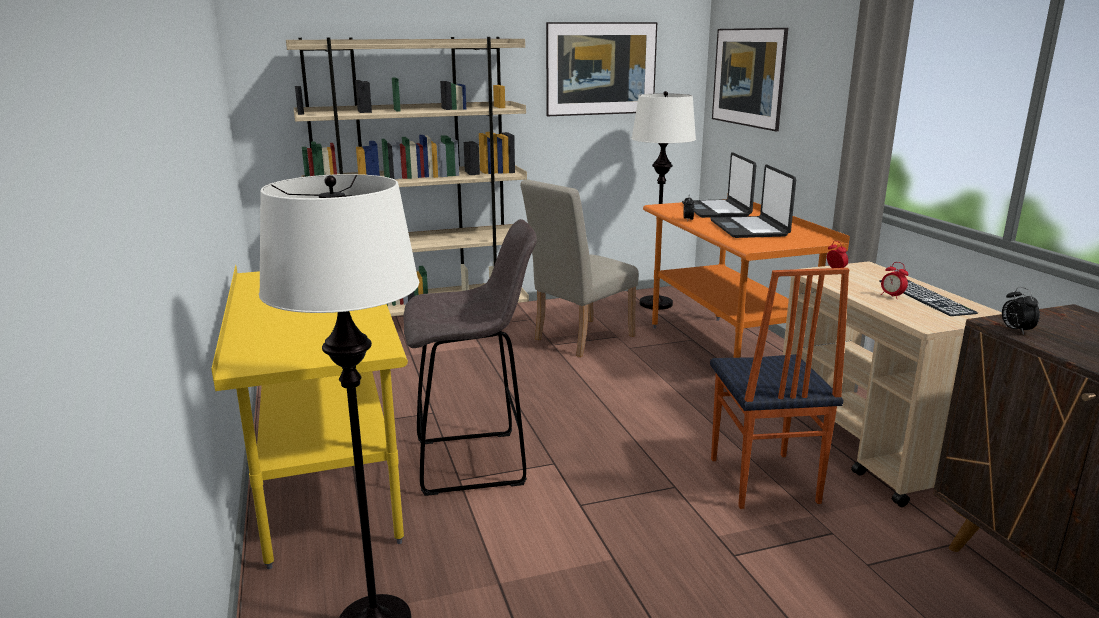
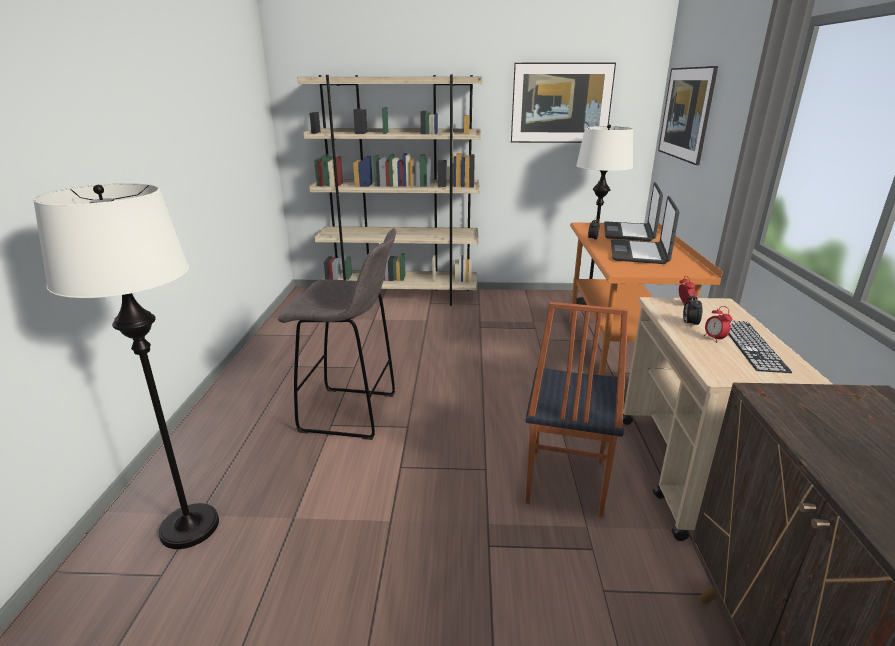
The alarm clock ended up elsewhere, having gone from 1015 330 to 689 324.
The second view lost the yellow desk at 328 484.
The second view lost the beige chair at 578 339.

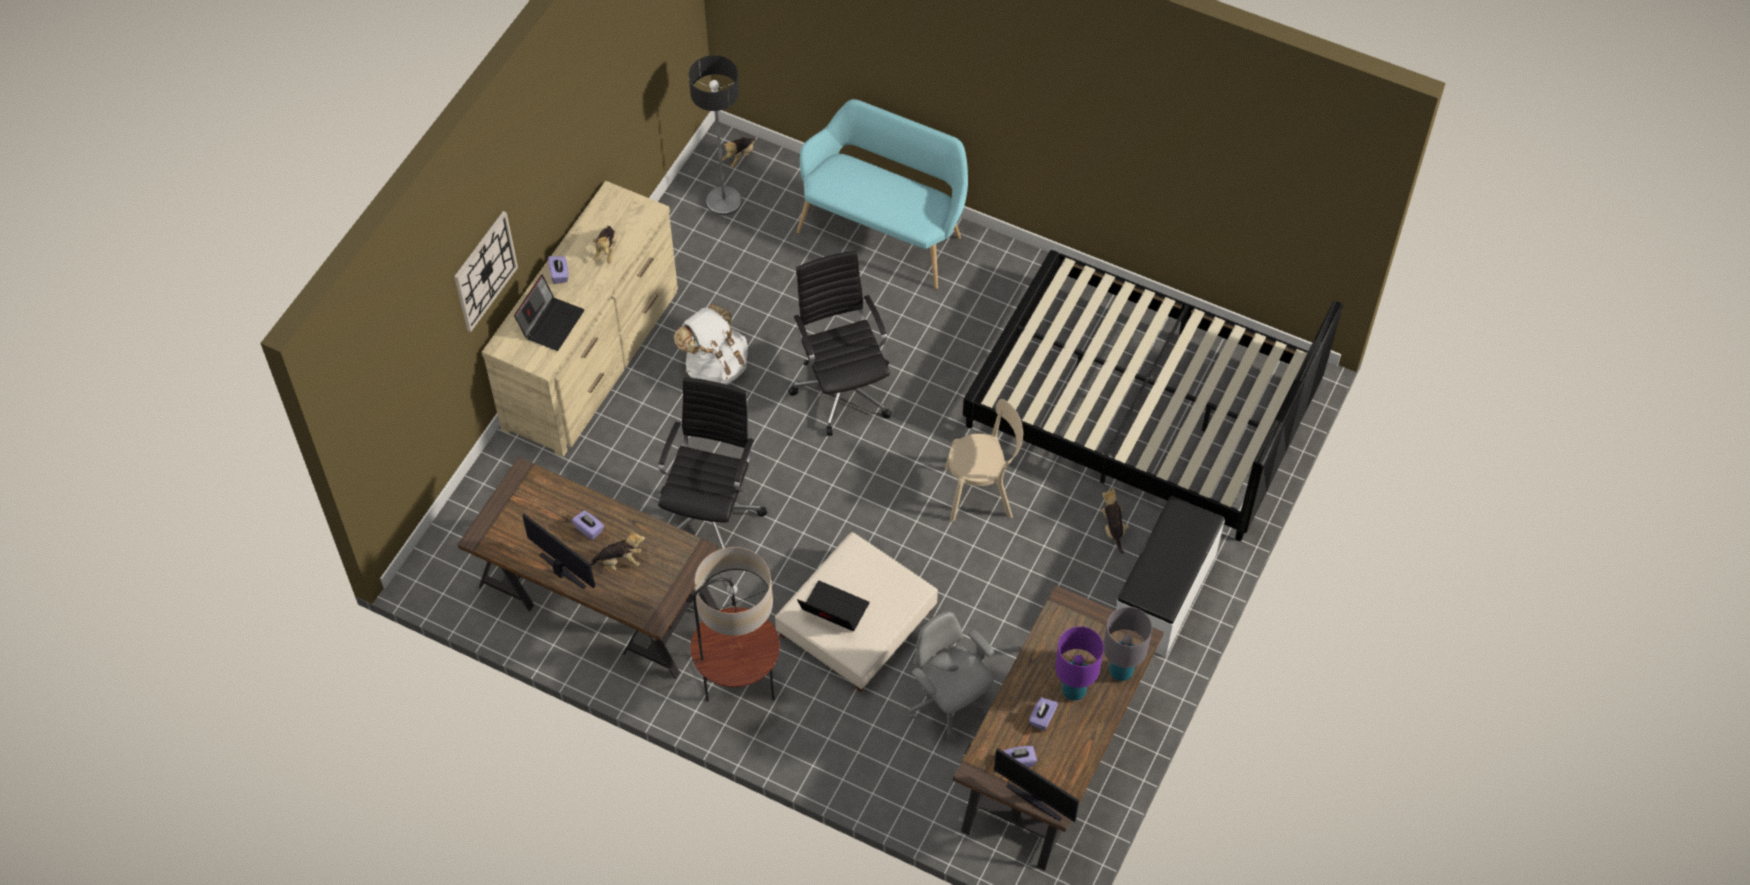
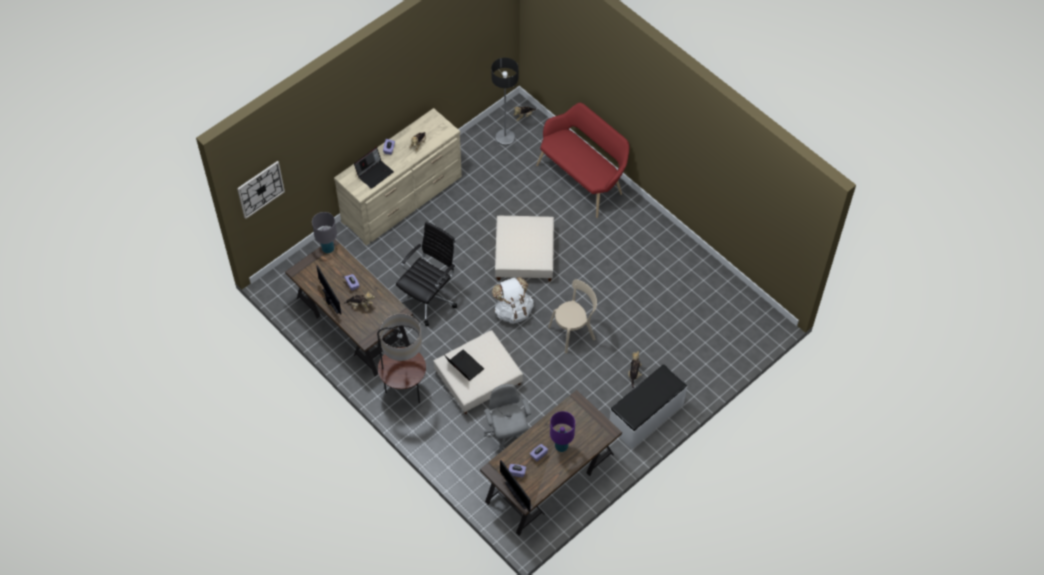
The wall clock ended up elsewhere, having gone from 485 271 to 260 189.
The grey table lamp ended up elsewhere, having gone from 1120 671 to 328 249.
The white backpack ended up elsewhere, having gone from 715 366 to 513 311.
Where the black office chair stood at 843 388, the beige ottoman came to stand at 524 255.
What was the turquoise bench at 885 231 turned into the red bench at 583 179.
The beige chair at 982 492 ended up facing another way, 45 degrees counterclockwise from before.
The second view lost the black bed at 1141 409.

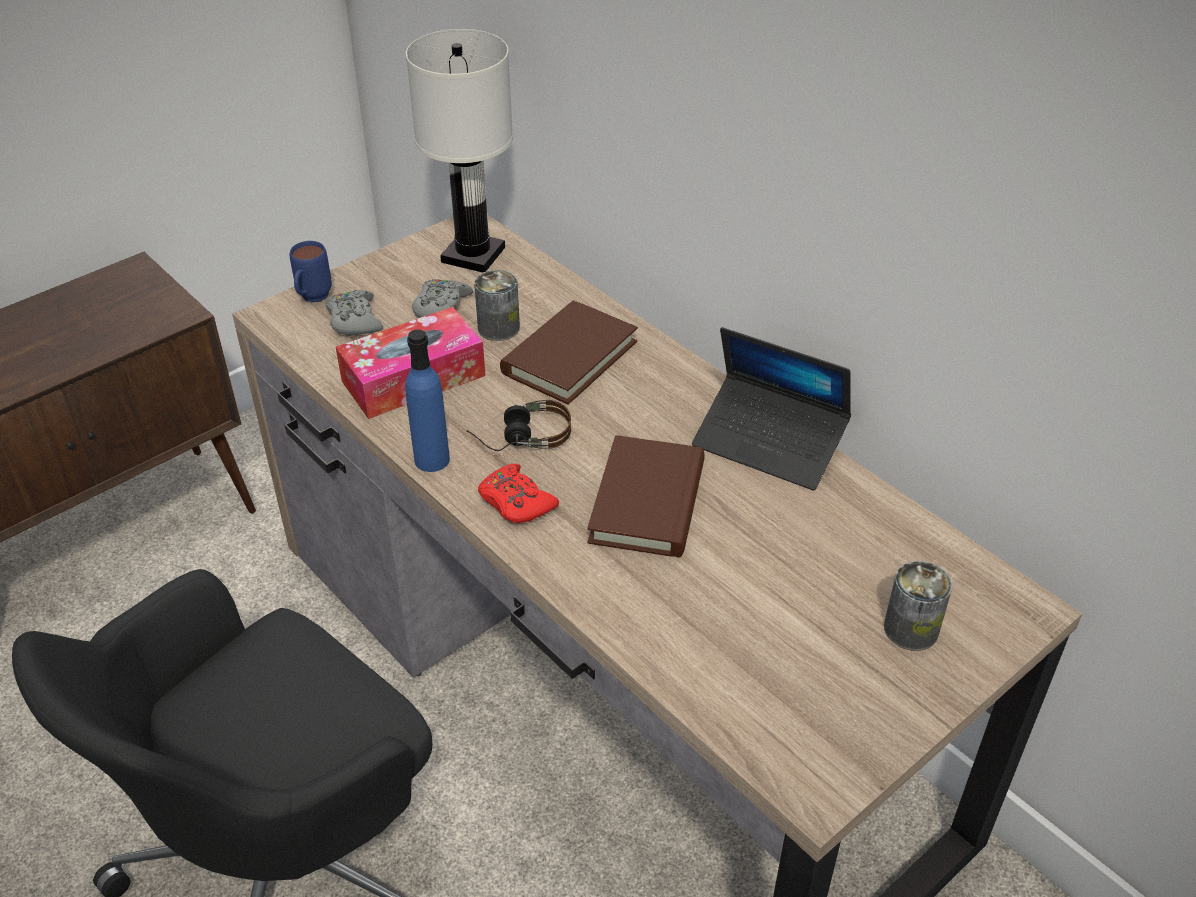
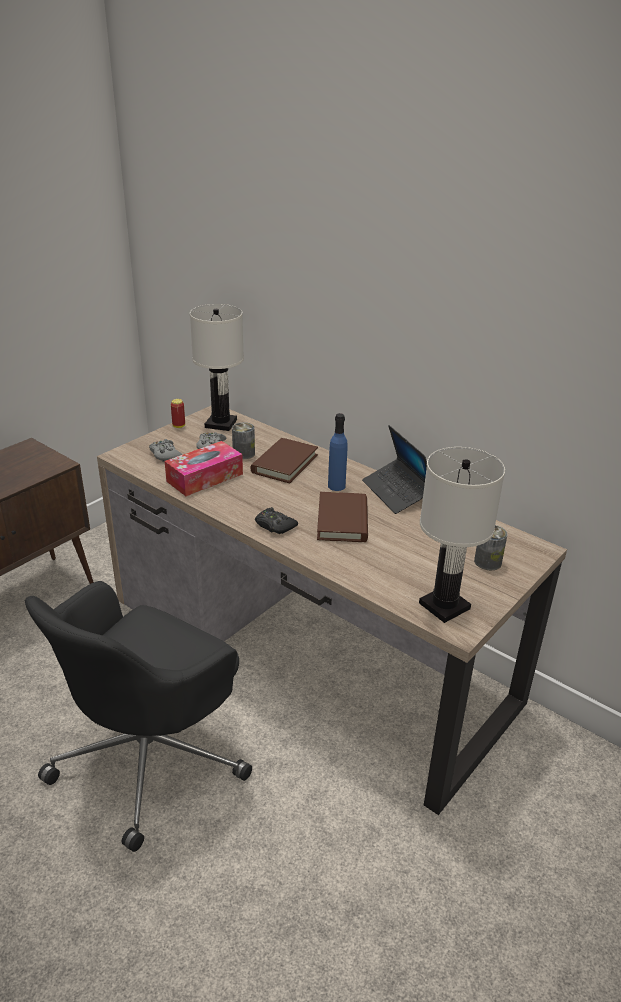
The second view gained the can at 179 426.
What was the red game controller at 516 502 turned into the black game controller at 274 525.
The blue bottle ended up elsewhere, having gone from 432 459 to 336 486.
The laptop at 769 443 ended up facing another way, 45 degrees clockwise from before.
The second view gained the white table lamp at 443 606.
The second view lost the blue mug at 312 299.
The second view lost the headphones at 520 438.

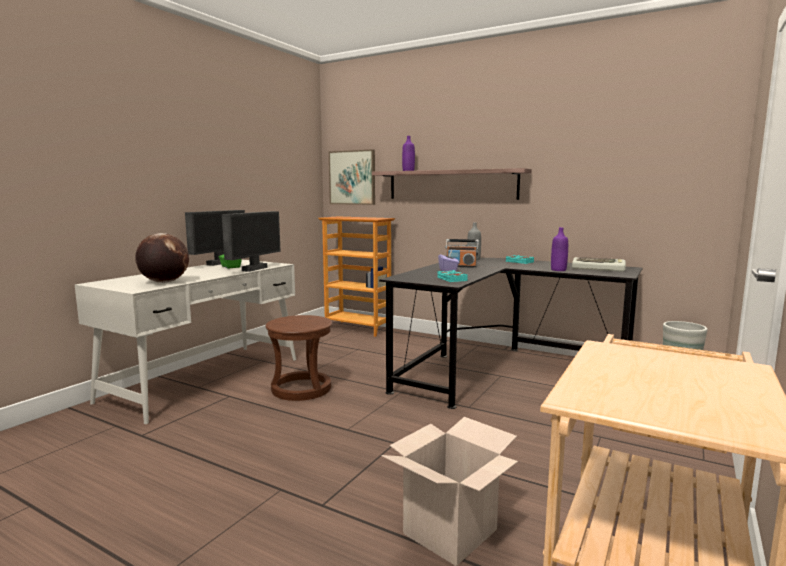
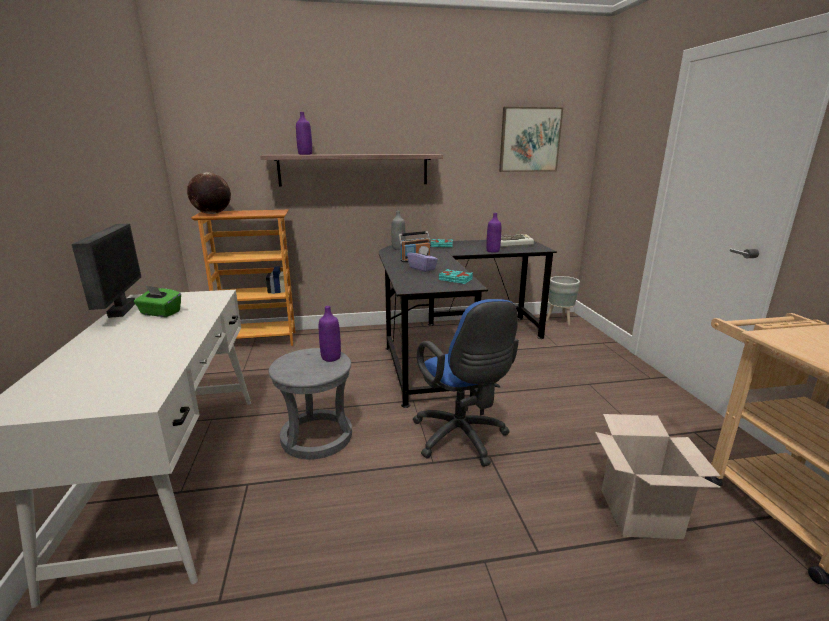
The globe ended up elsewhere, having gone from 164 282 to 212 213.
What was the brown stool at 301 389 turned into the grey stool at 317 437.
The second view gained the purple bottle at 331 357.
The second view gained the blue office chair at 462 439.
The picture ended up elsewhere, having gone from 352 177 to 529 140.
The second view lost the monitor at 254 269.

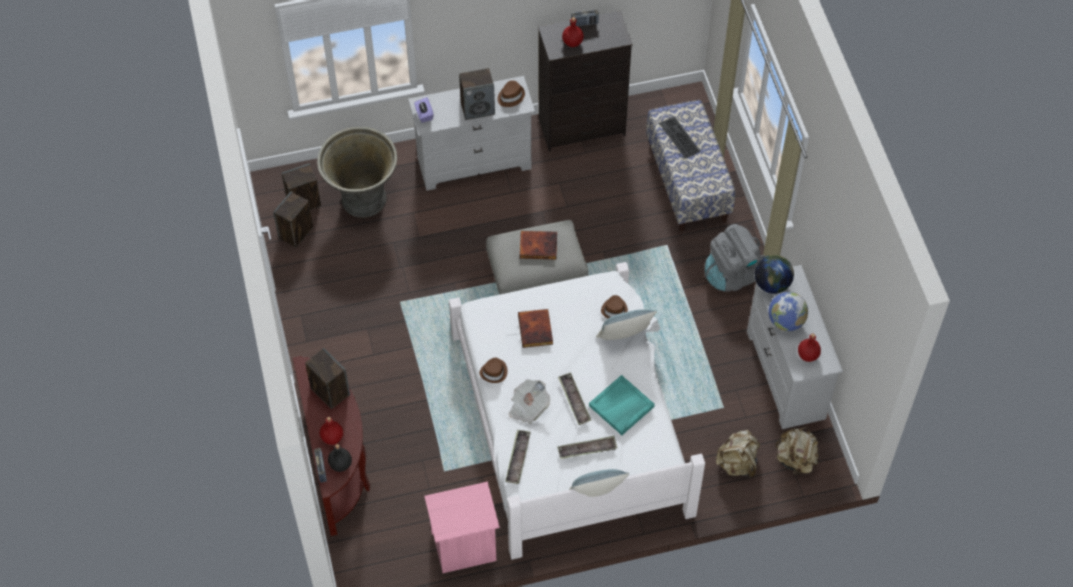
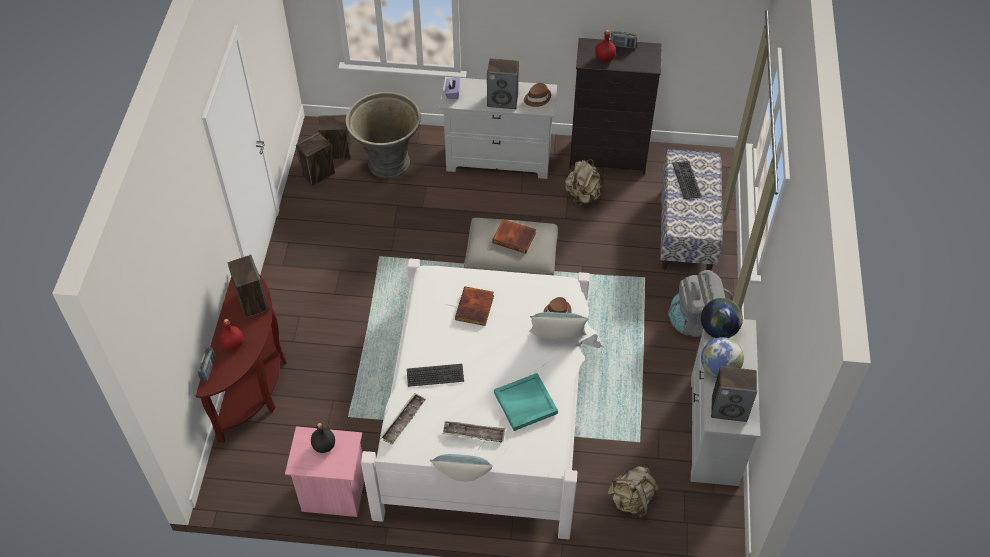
The black bottle ended up elsewhere, having gone from 341 464 to 324 446.
Where the newspaper stood at 528 407, the keyboard came to stand at 435 376.
The beige backpack ended up elsewhere, having gone from 795 460 to 583 196.
Where the red bottle stood at 808 355, the speaker came to stand at 729 408.
The second view lost the brown hat at 494 372.
The second view lost the tray at 574 400.

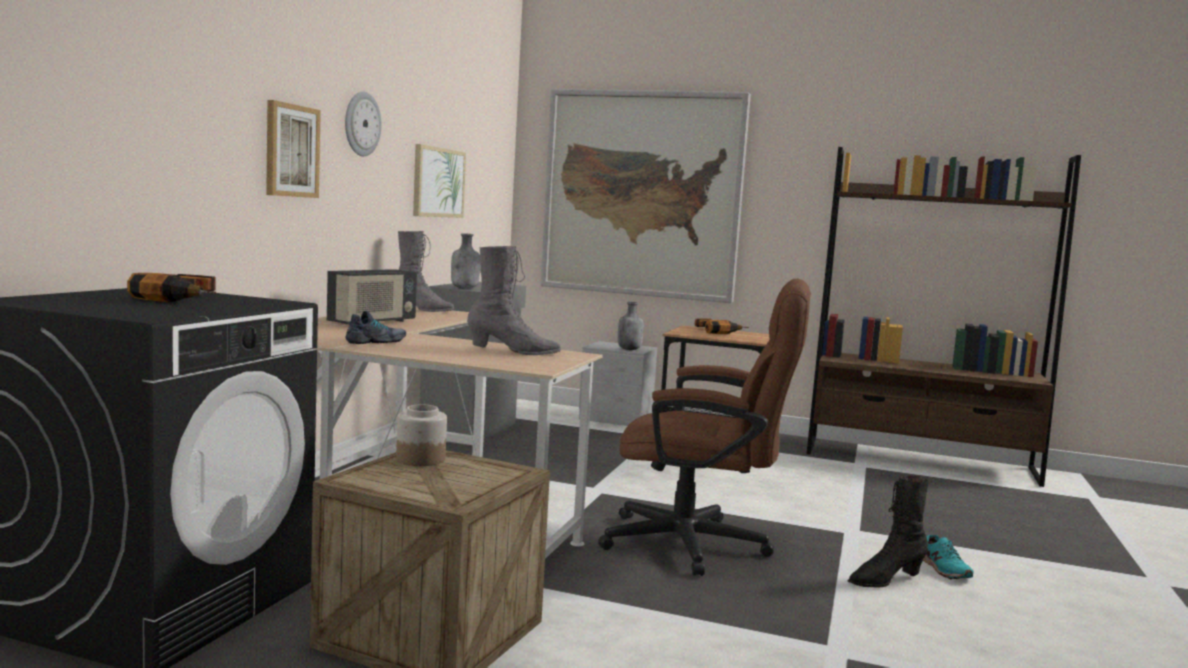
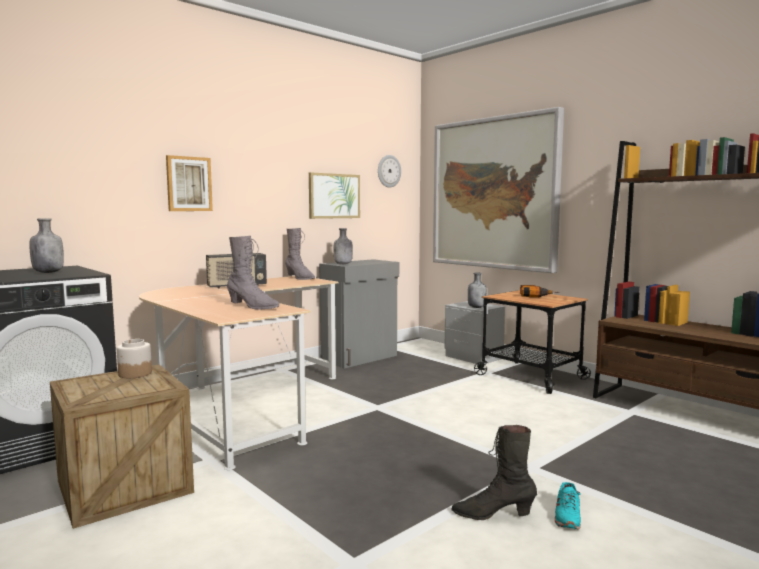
Where the power drill stood at 186 299, the grey bottle came to stand at 48 272.
The wall clock ended up elsewhere, having gone from 361 124 to 388 171.
The second view lost the shoe at 377 341.
The second view lost the brown office chair at 701 545.

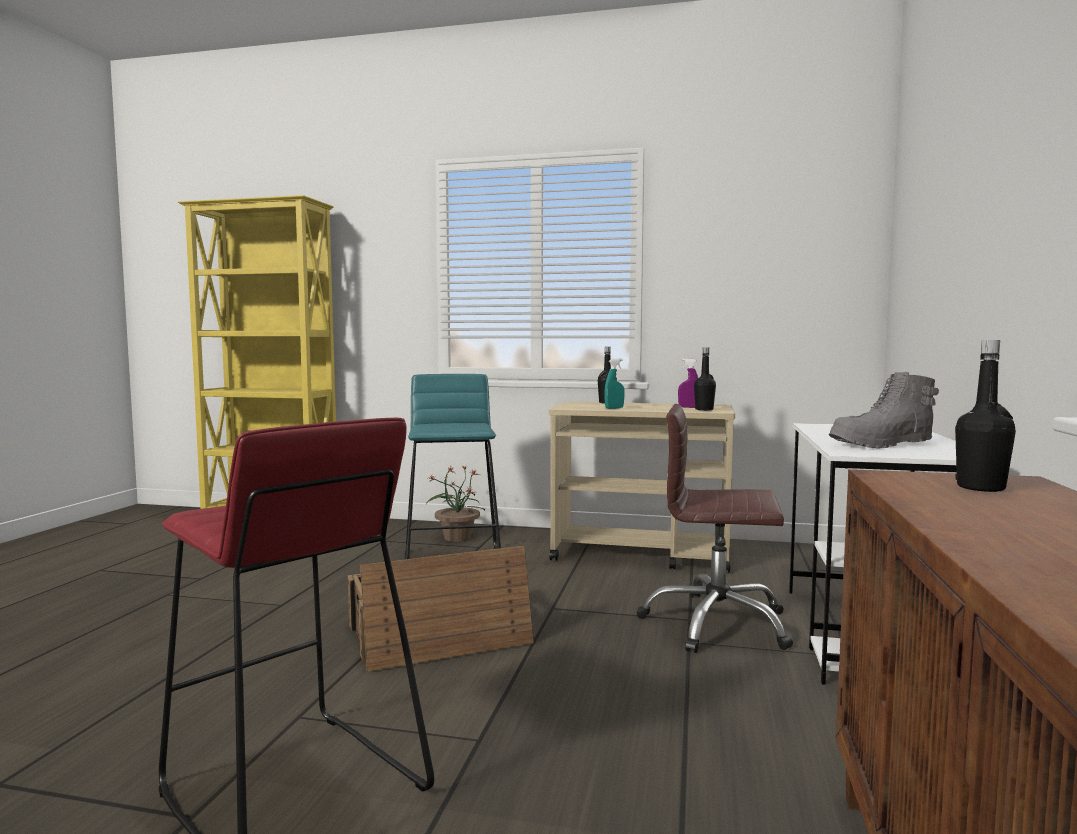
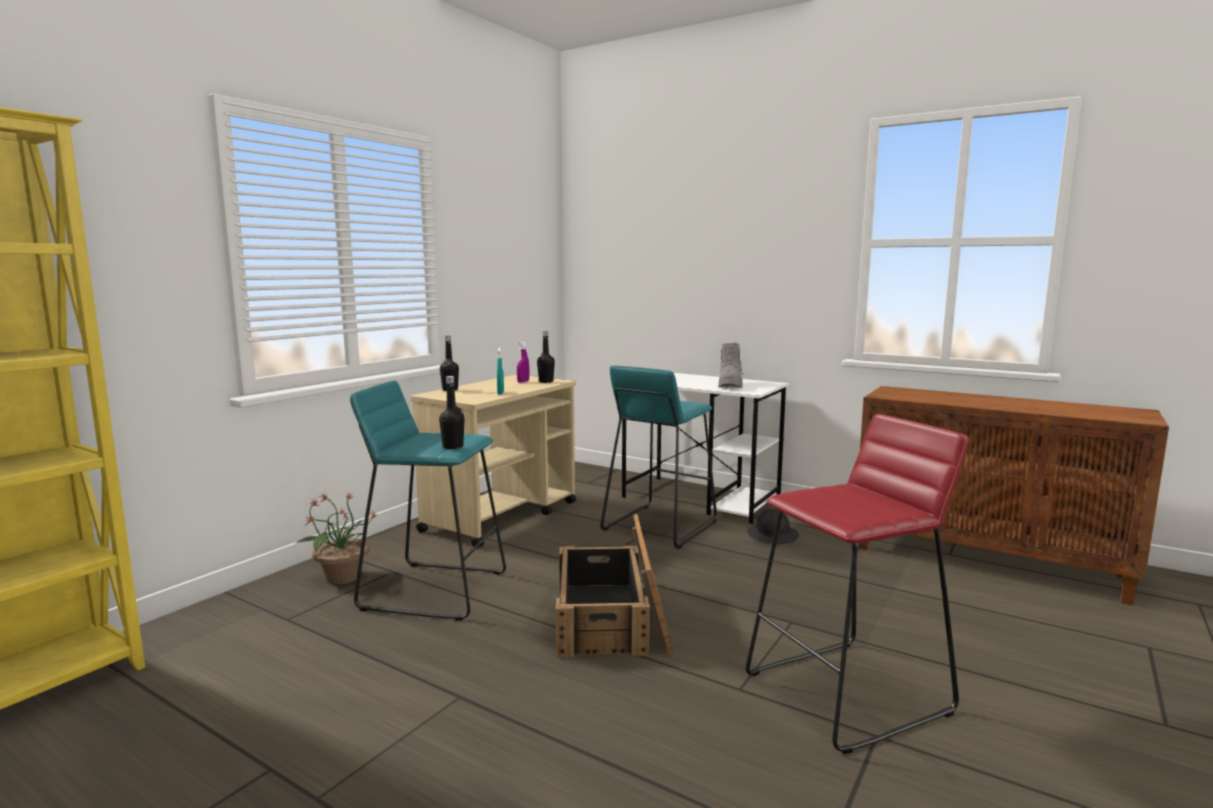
The black bottle ended up elsewhere, having gone from 980 488 to 453 447.
Where the brown office chair stood at 716 624, the turquoise stool came to stand at 659 526.
The second view gained the black hard hat at 772 535.

